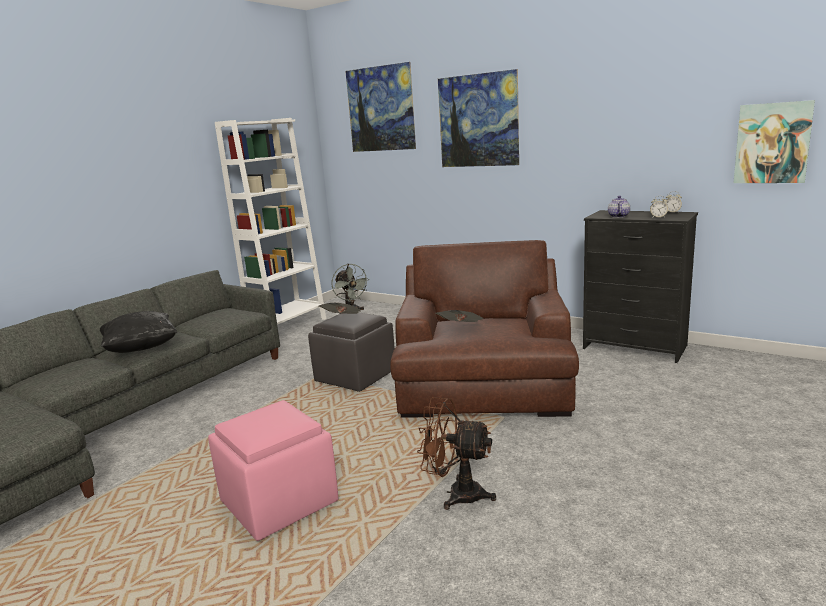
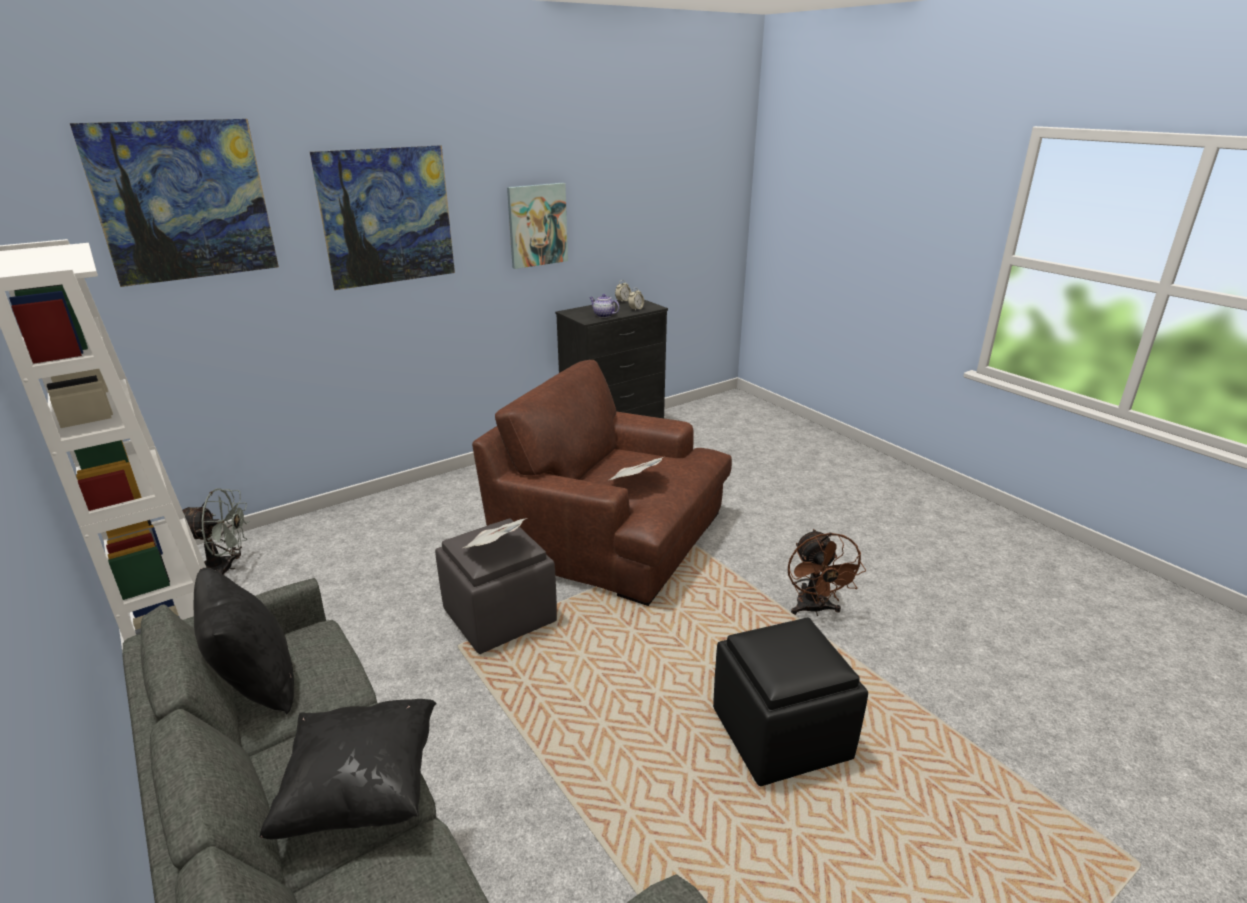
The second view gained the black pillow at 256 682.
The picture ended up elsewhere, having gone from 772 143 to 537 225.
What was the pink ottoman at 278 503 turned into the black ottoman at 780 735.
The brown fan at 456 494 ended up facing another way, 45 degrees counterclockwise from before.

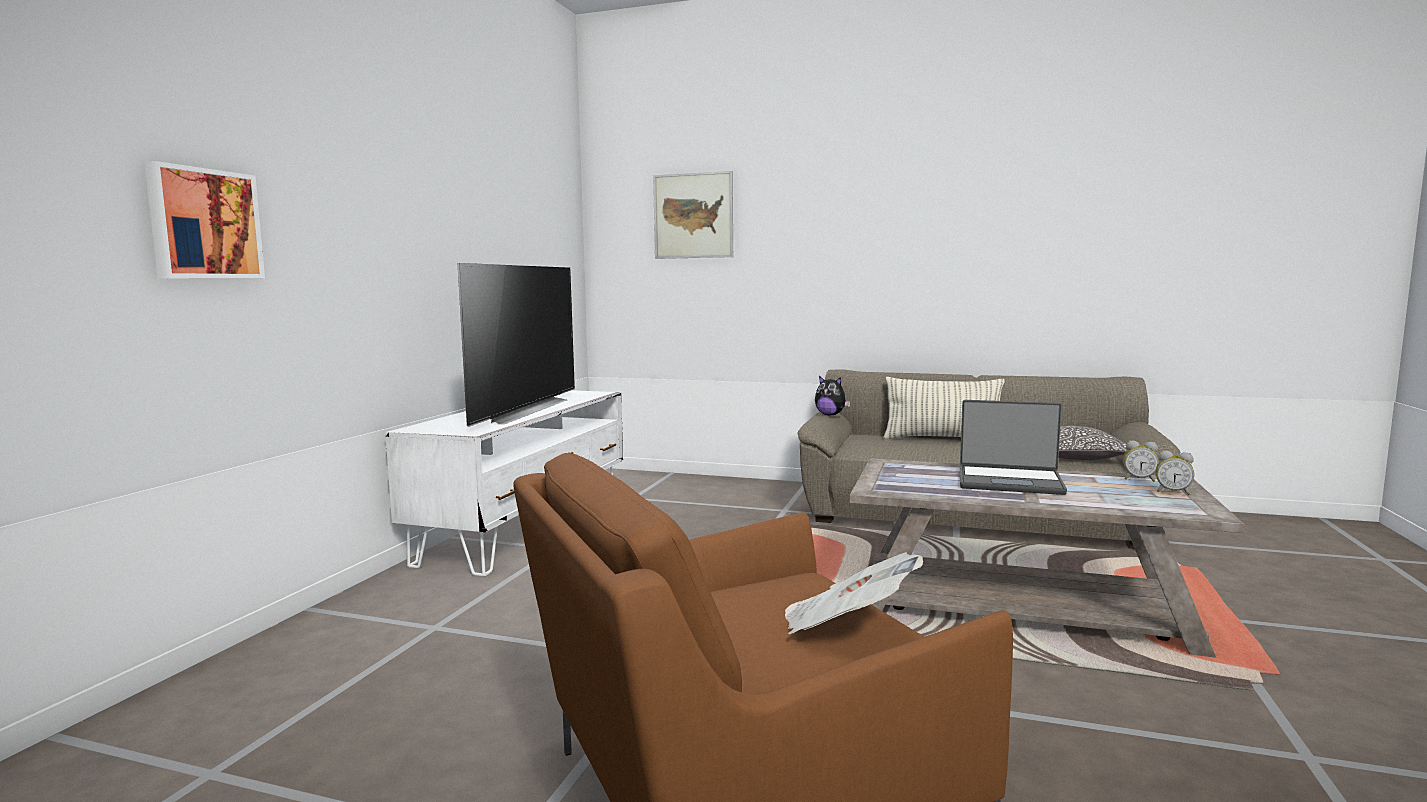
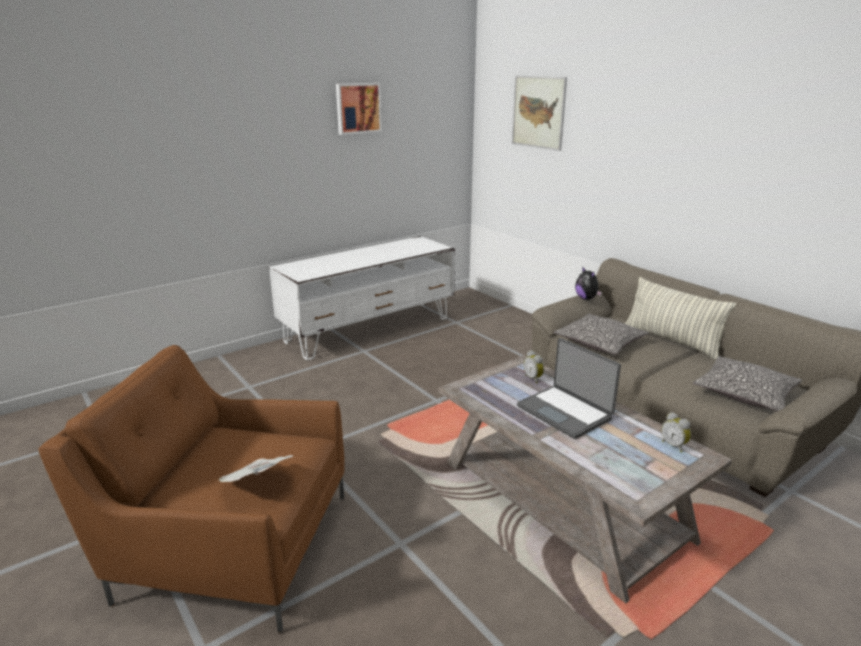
The picture ended up elsewhere, having gone from 203 224 to 358 108.
The alarm clock ended up elsewhere, having gone from 1172 492 to 534 378.
The second view gained the pillow at 599 343.
The second view lost the television at 519 410.

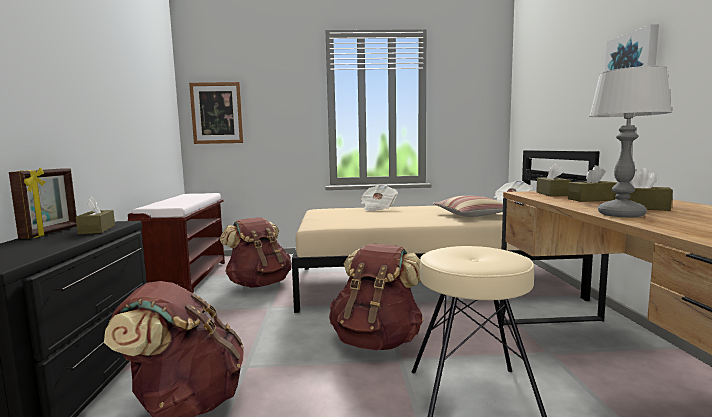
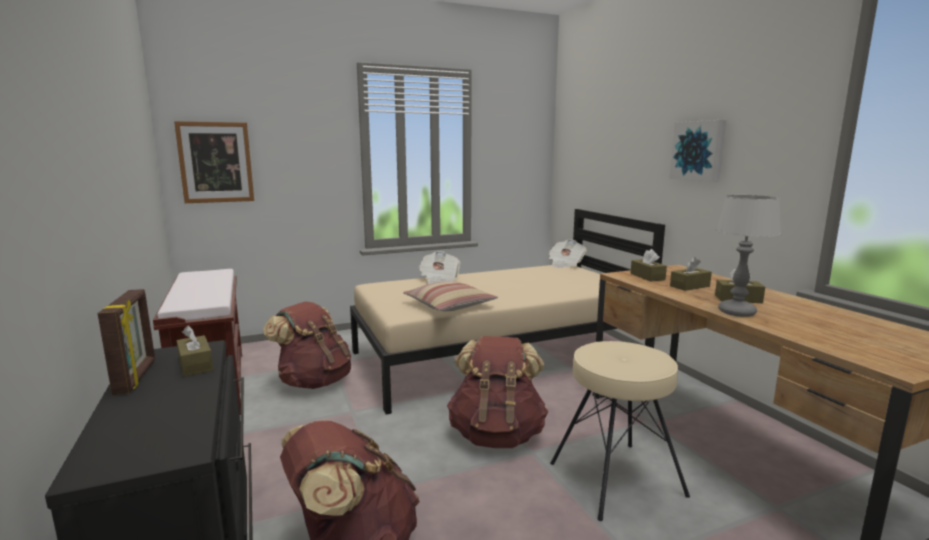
The pillow ended up elsewhere, having gone from 472 215 to 449 305.

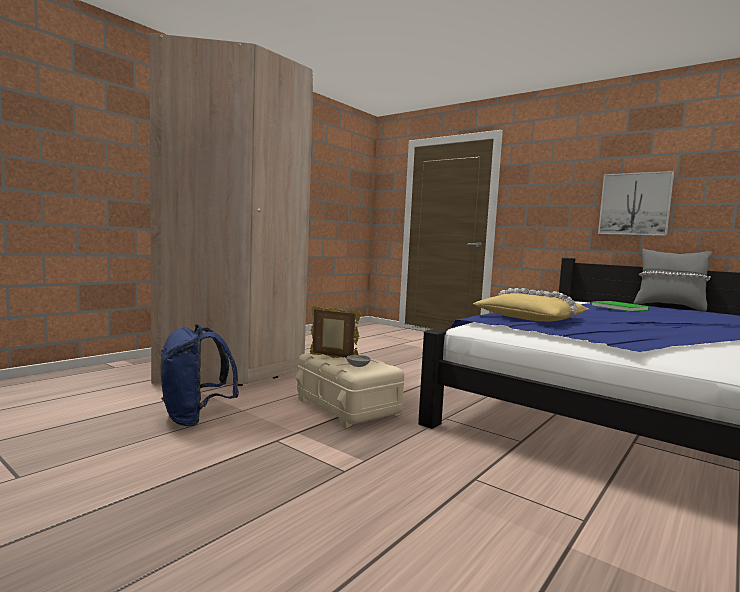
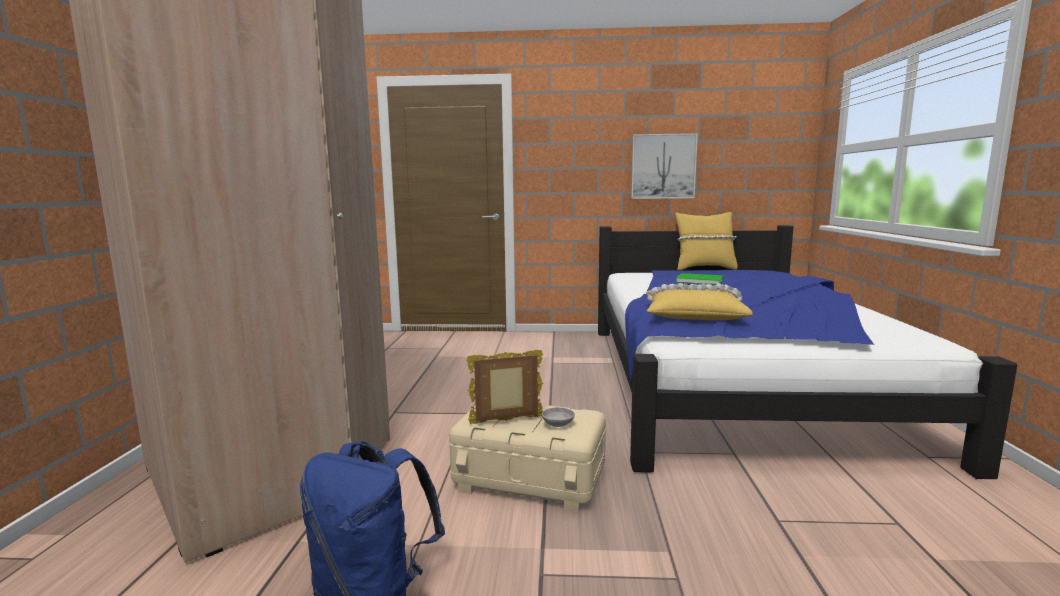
What was the grey pillow at 669 307 turned into the yellow pillow at 704 268.

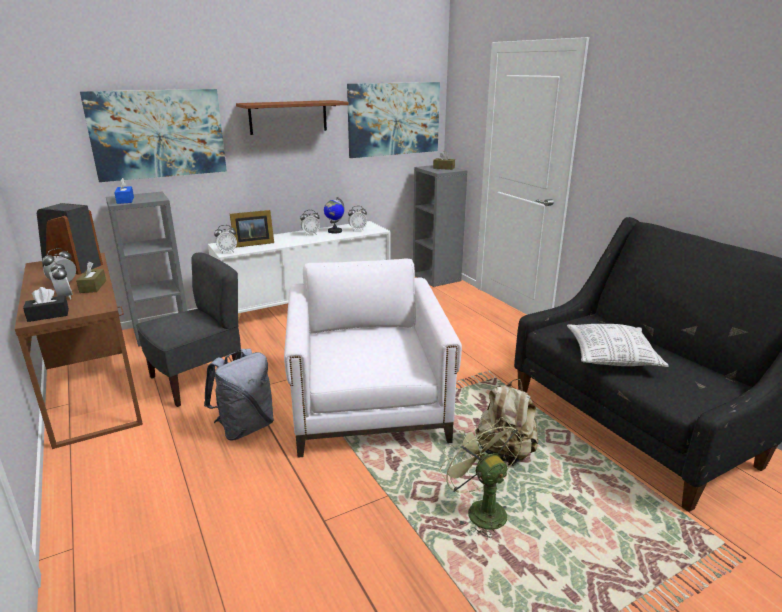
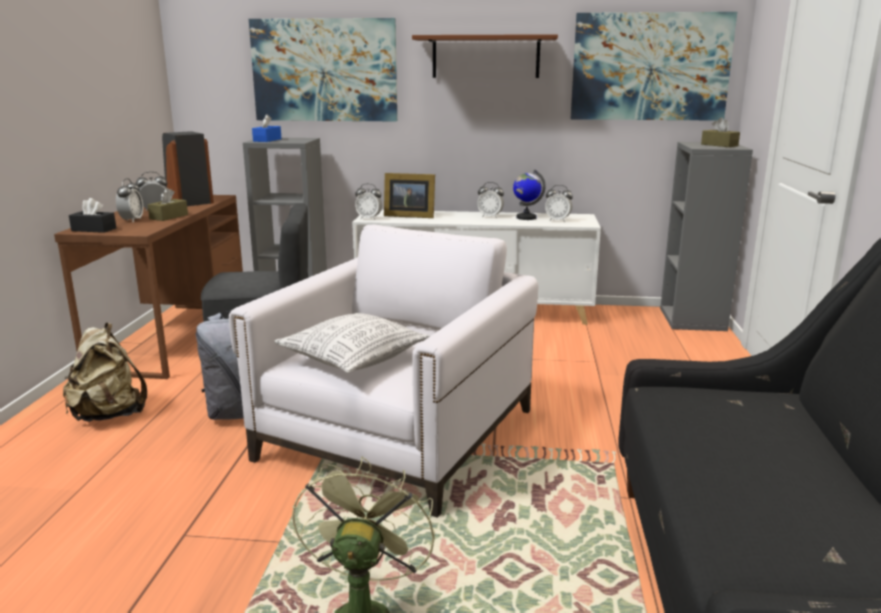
The beige backpack ended up elsewhere, having gone from 505 453 to 109 415.
The pillow ended up elsewhere, having gone from 611 357 to 354 359.

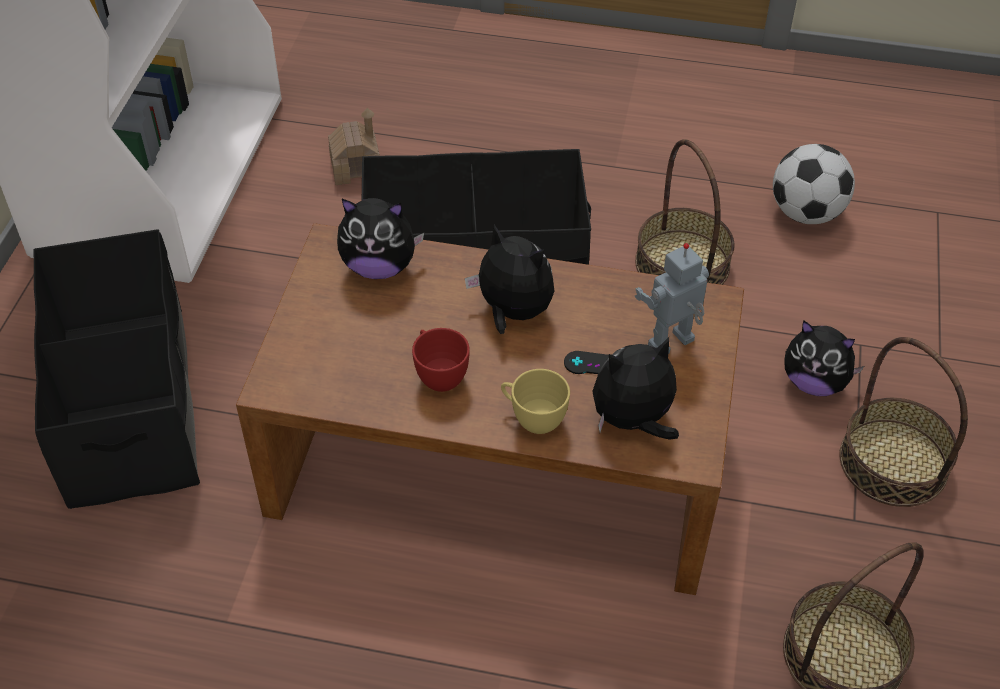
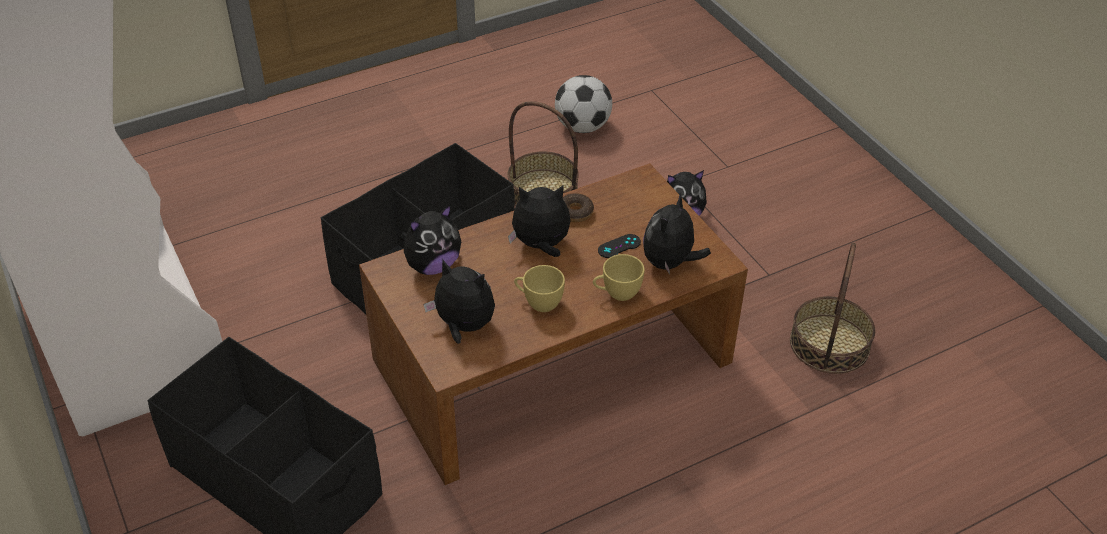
The second view gained the plush toy at 463 326.
What was the red cup at 438 375 turned into the yellow cup at 538 302.
The second view gained the donut at 575 212.
The second view lost the toy house at 355 167.
The second view lost the toy robot at 672 345.
The second view lost the basket at 893 462.

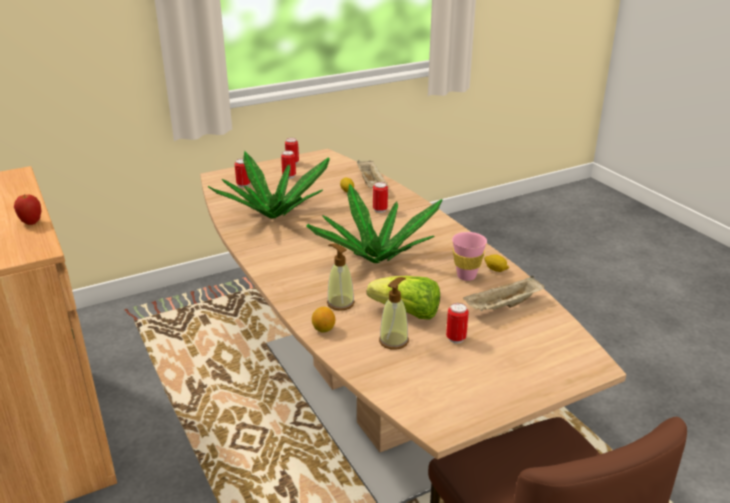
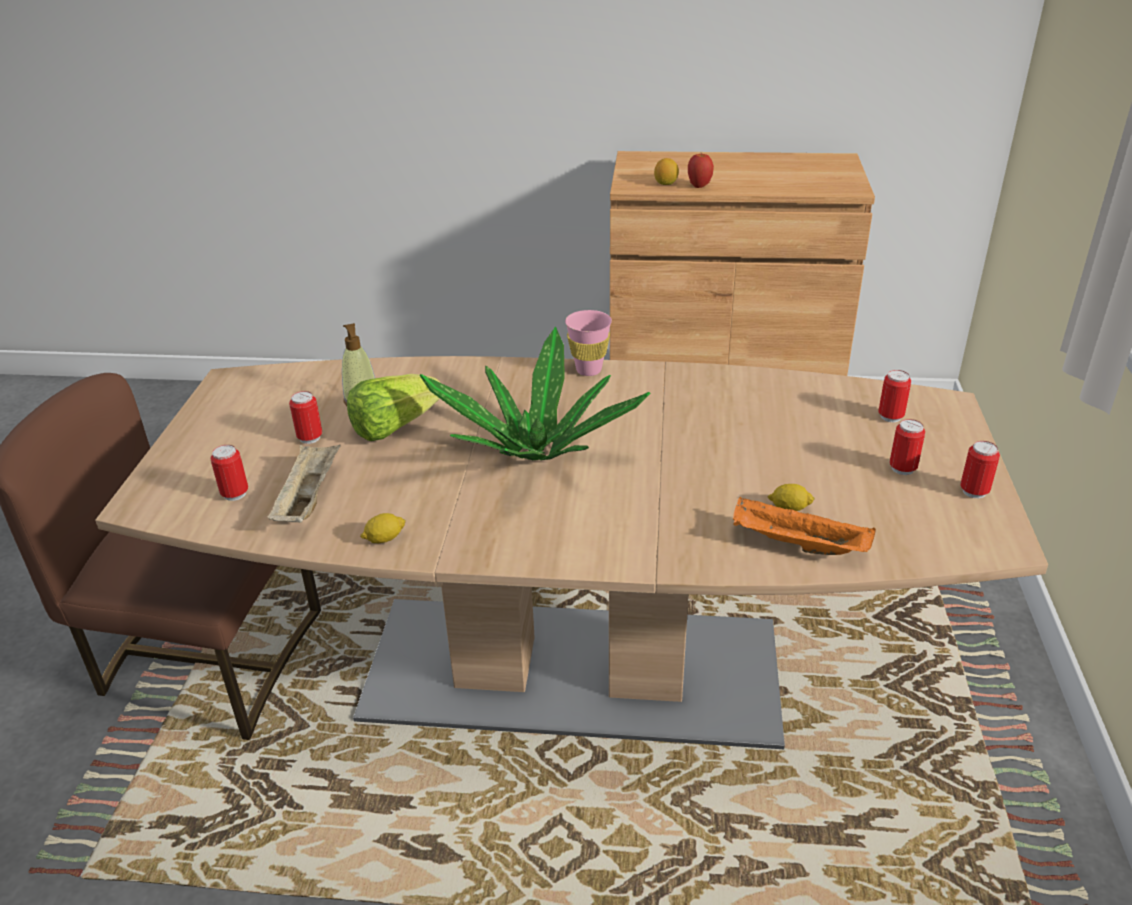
The can ended up elsewhere, having gone from 380 210 to 235 494.
The pink cup ended up elsewhere, having gone from 466 276 to 588 370.
The lemon ended up elsewhere, having gone from 323 329 to 666 184.
What was the beige tray at 371 184 turned into the orange tray at 796 545.
The second view lost the potted plant at 274 214.
The second view lost the soap dispenser at 340 303.

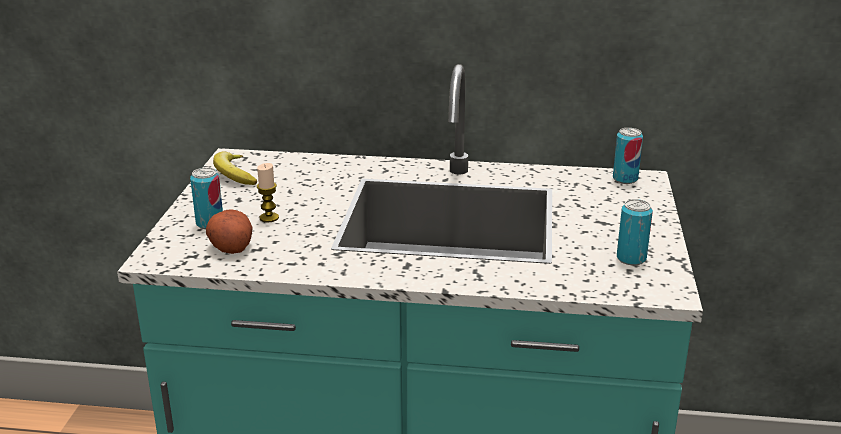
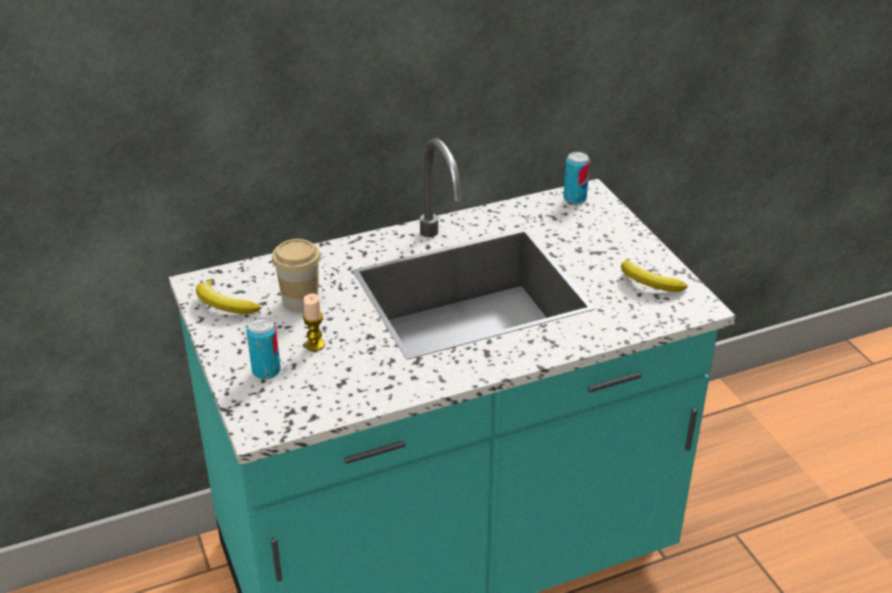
The second view gained the cup at 300 301.
Where the can stood at 631 259, the banana came to stand at 648 283.
The second view lost the potato at 231 245.

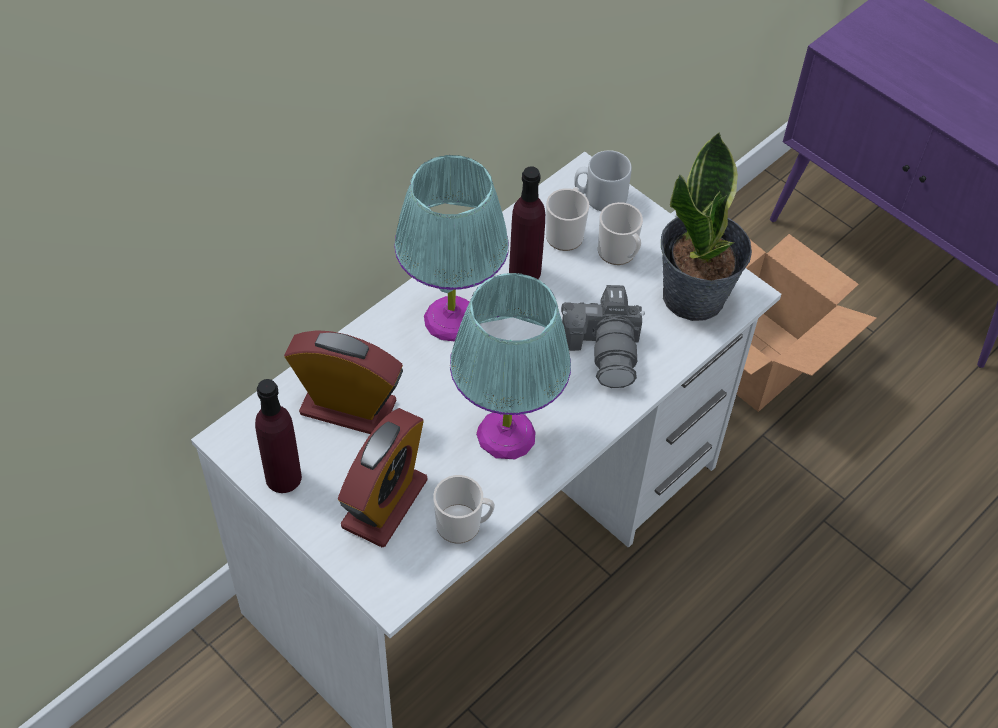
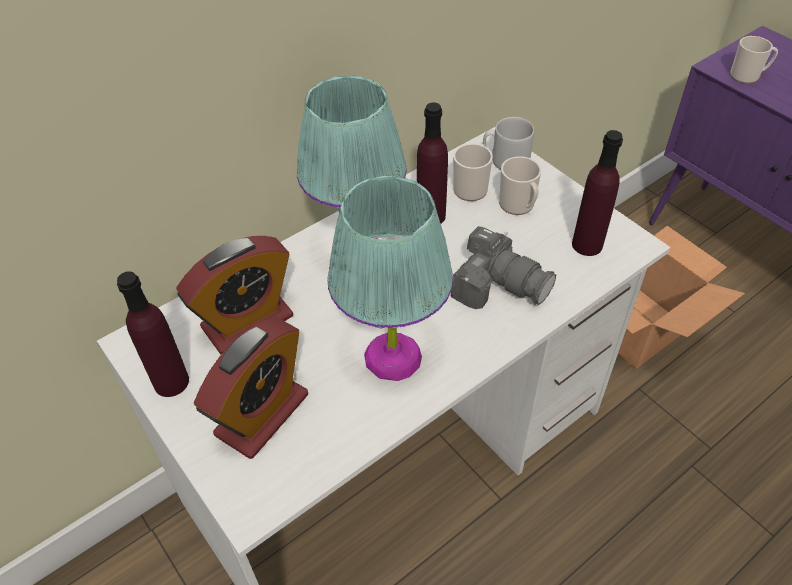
The alarm clock at 348 408 ended up facing another way, 120 degrees clockwise from before.
The photo camera at 605 348 ended up facing another way, 60 degrees counterclockwise from before.
Where the potted plant stood at 695 296, the purple bottle came to stand at 587 245.
The mug ended up elsewhere, having gone from 463 525 to 747 76.

